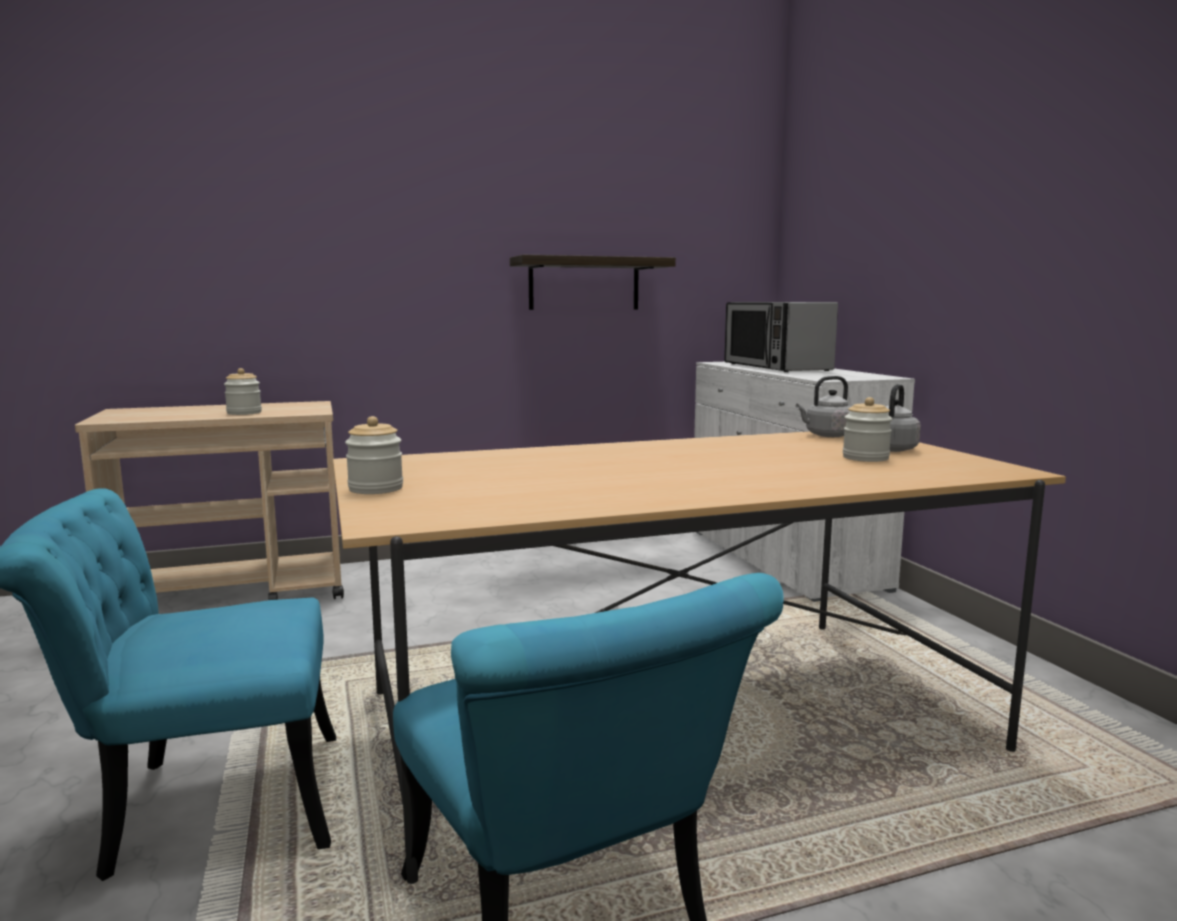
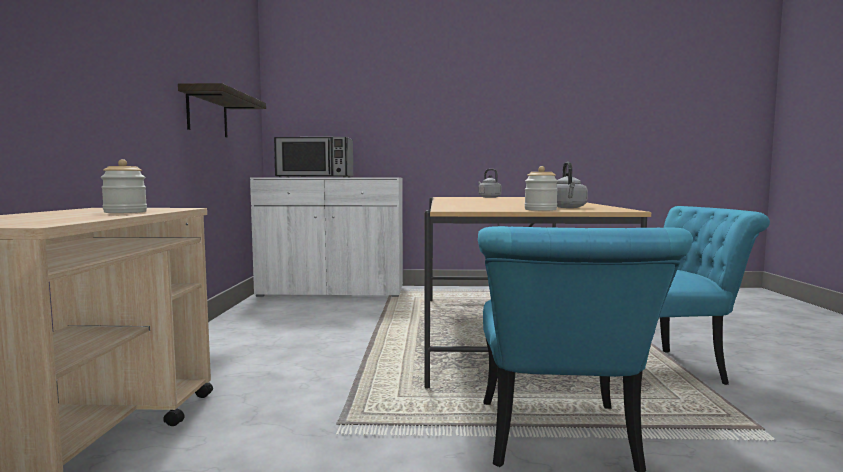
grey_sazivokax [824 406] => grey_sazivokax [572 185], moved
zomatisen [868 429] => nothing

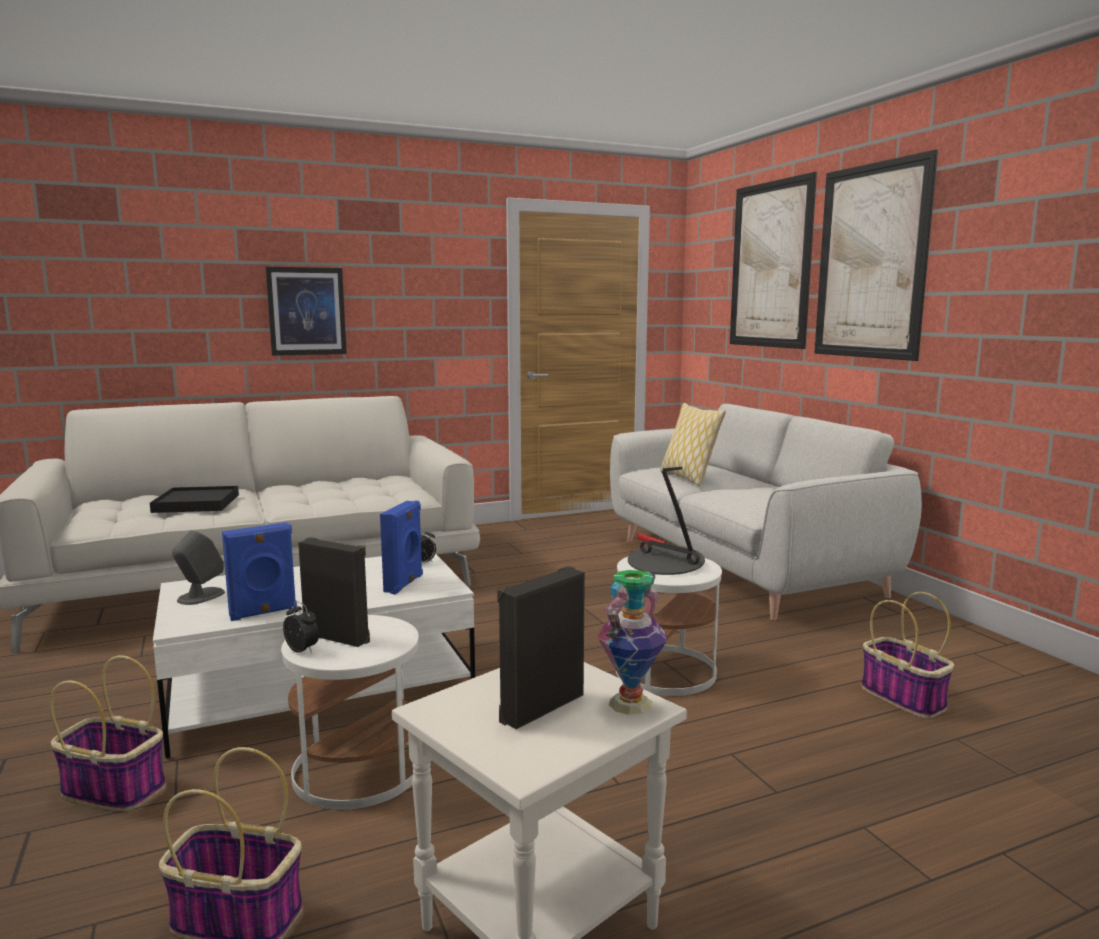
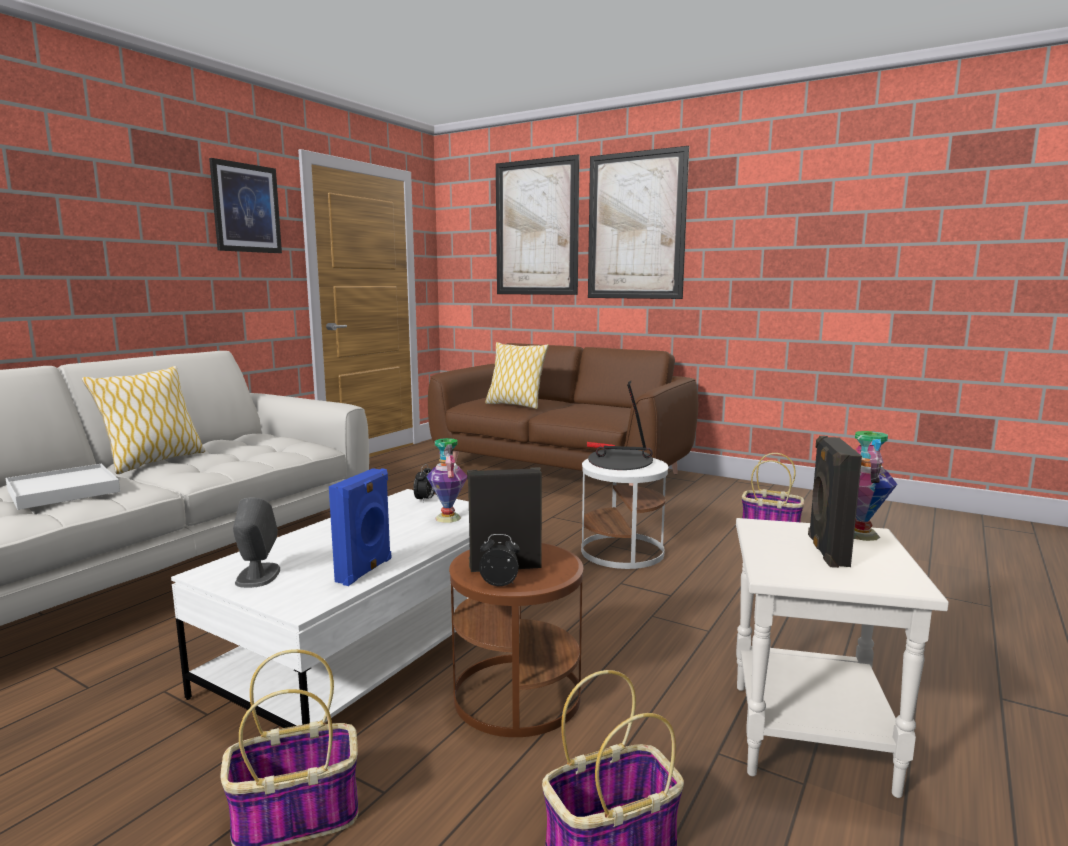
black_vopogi [194 499] => white_vopogi [63 487]
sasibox [306 311] => sasibox [245 205], moved
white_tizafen [350 712] => brown_tizafen [516 640]
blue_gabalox [401 547] => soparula [446 480]
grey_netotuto [766 512] => brown_netotuto [563 414]
nothing => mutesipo [143 420]

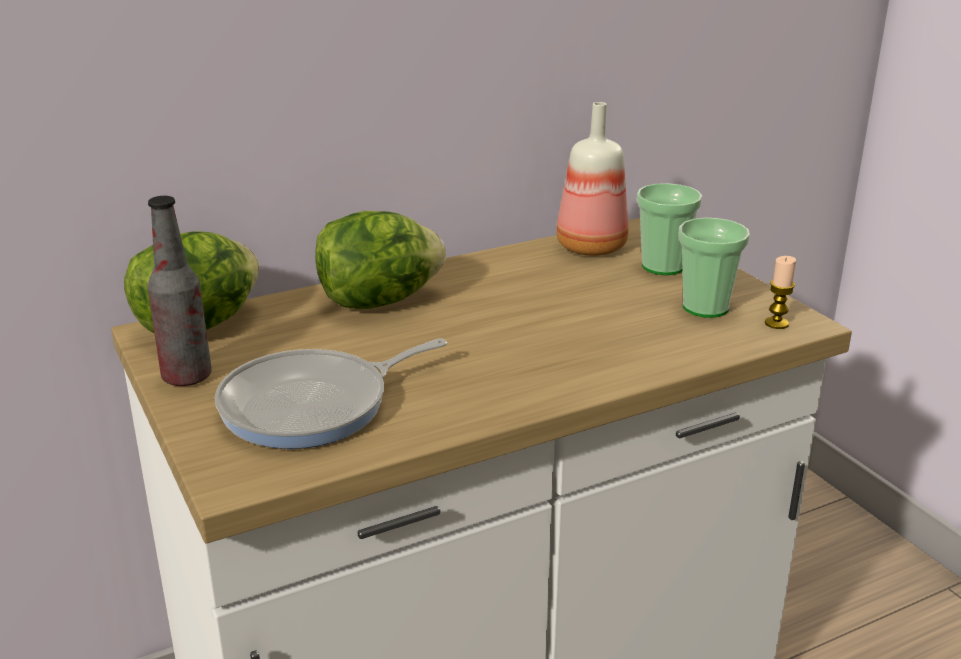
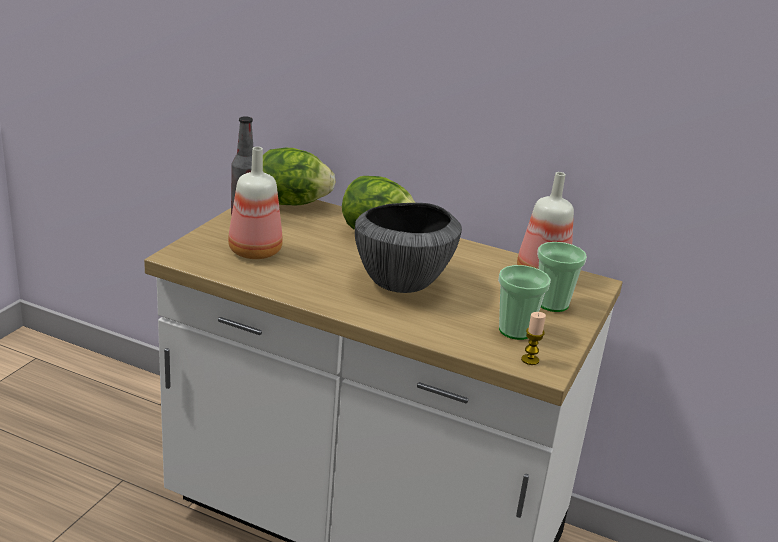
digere [331 394] => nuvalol [255 203]
nothing => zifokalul [408 248]

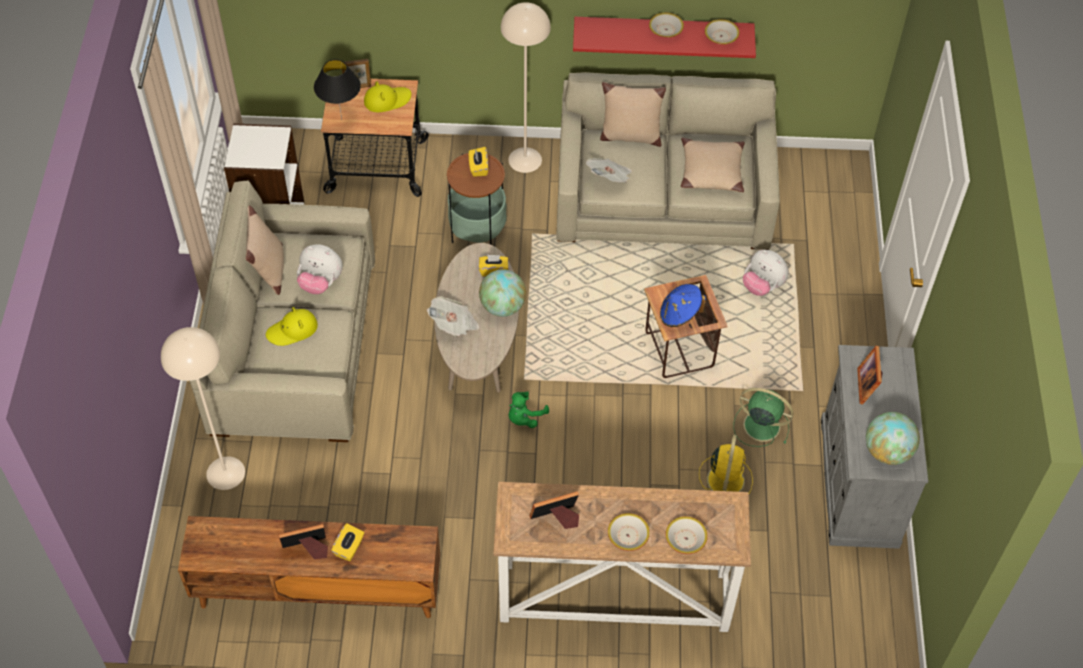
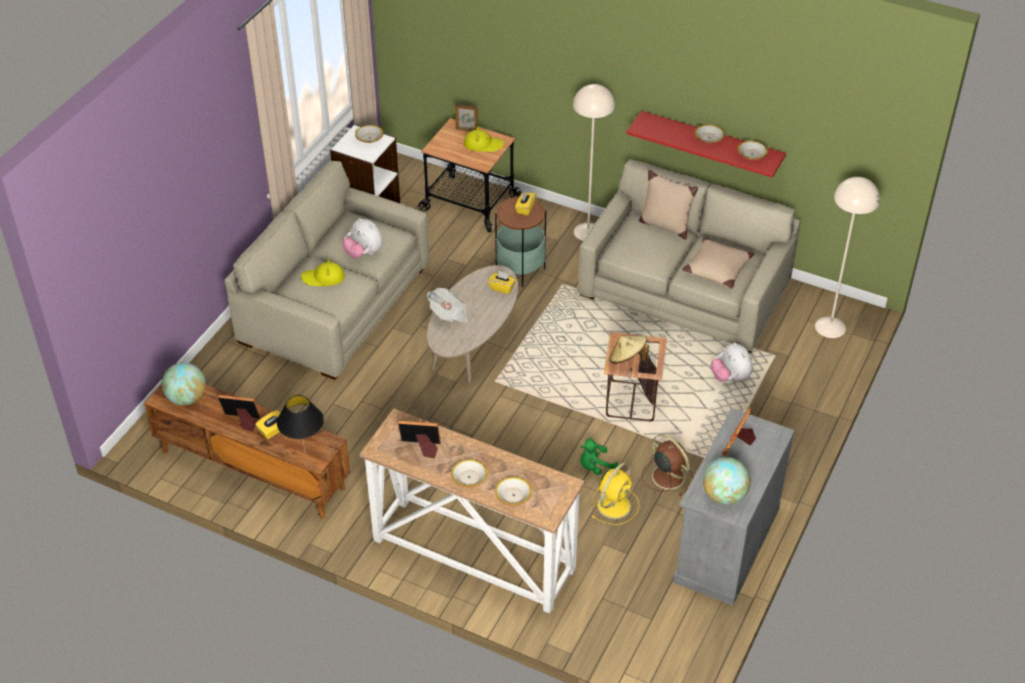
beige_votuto [203 408] => beige_votuto [847 257], moved
beige_mutesipo [264 250] => nothing
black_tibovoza [337 89] => black_tibovoza [300 423], moved
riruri [502 293] => riruri [184 383], moved
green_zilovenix [529 409] => green_zilovenix [599 456], moved
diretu [609 170] => nothing
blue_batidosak [683 305] => beige_batidosak [629 349]
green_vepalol [763 417] => brown_vepalol [667 465]
nothing => zifokalul [369 134]

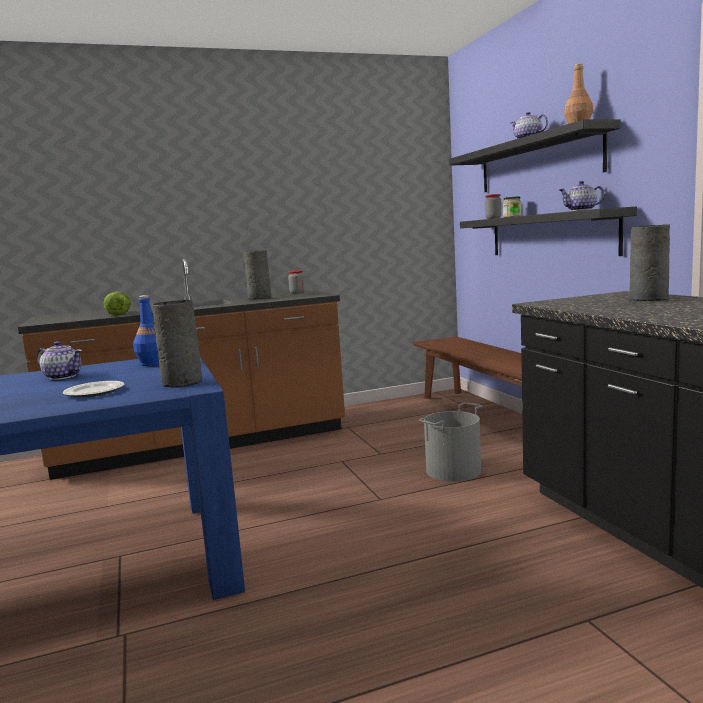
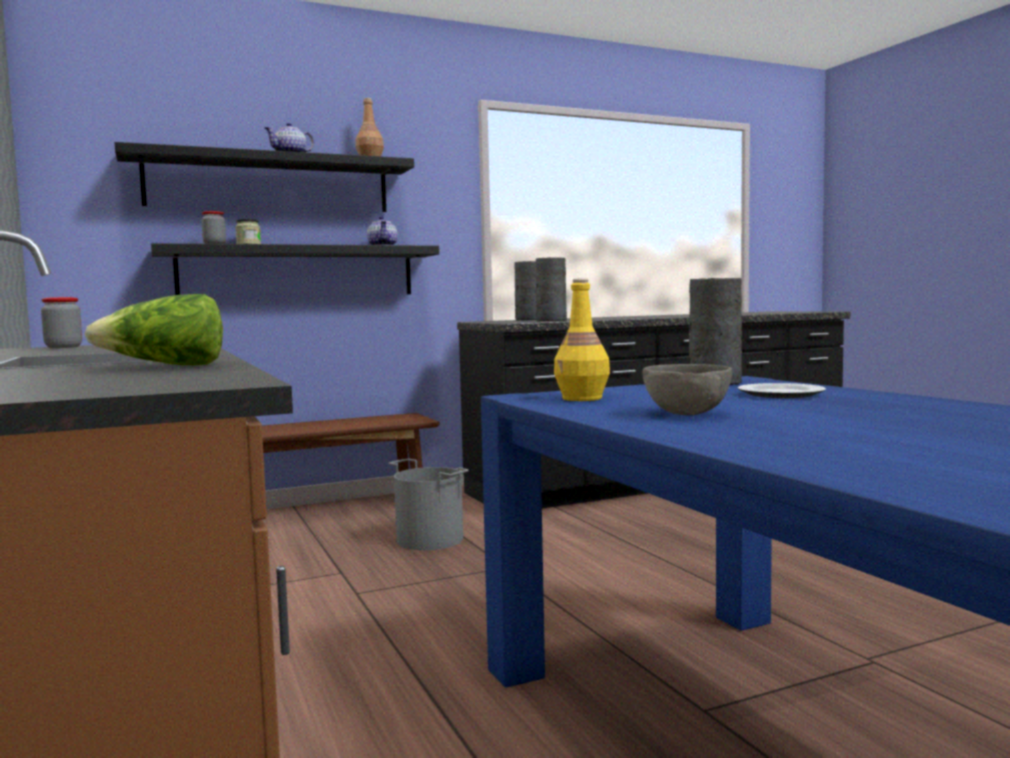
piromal [59 360] => grey_zifokalul [687 389]
blue_nuvalol [146 330] => yellow_nuvalol [582 339]
grey_soparula [257 275] => grey_soparula [551 289], moved

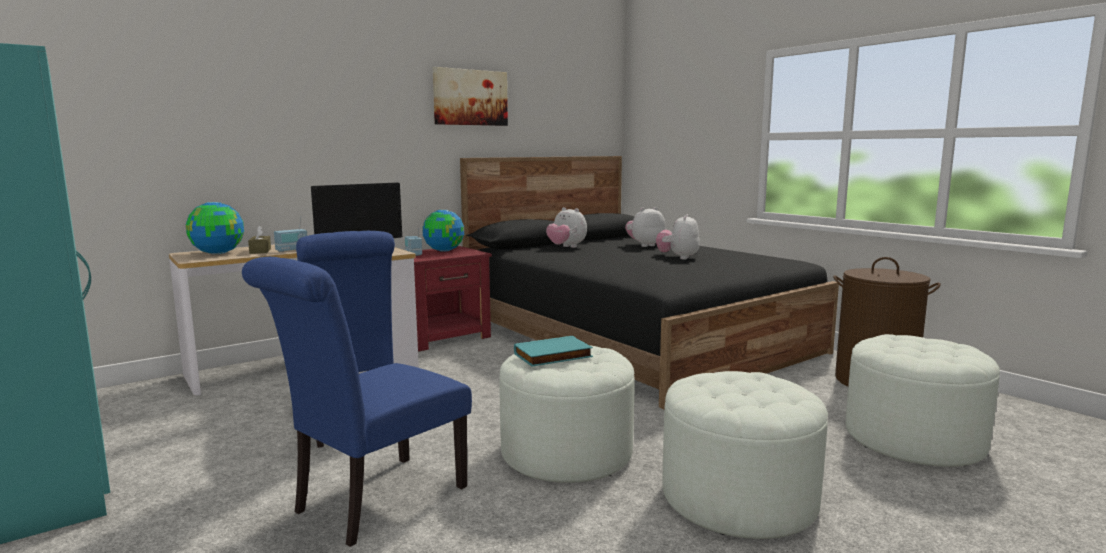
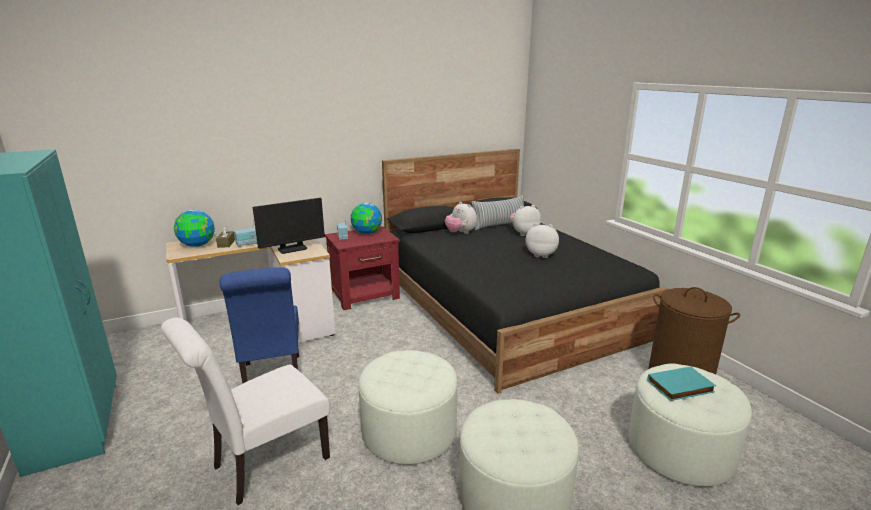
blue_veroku [357 402] => white_veroku [245 411]
sasibox [470 96] => nothing
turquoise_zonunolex [553 351] => turquoise_zonunolex [681 383], moved
zilovenix [678 237] => zilovenix [542 240], 75 degrees clockwise
nothing => mutesipo [497 212]

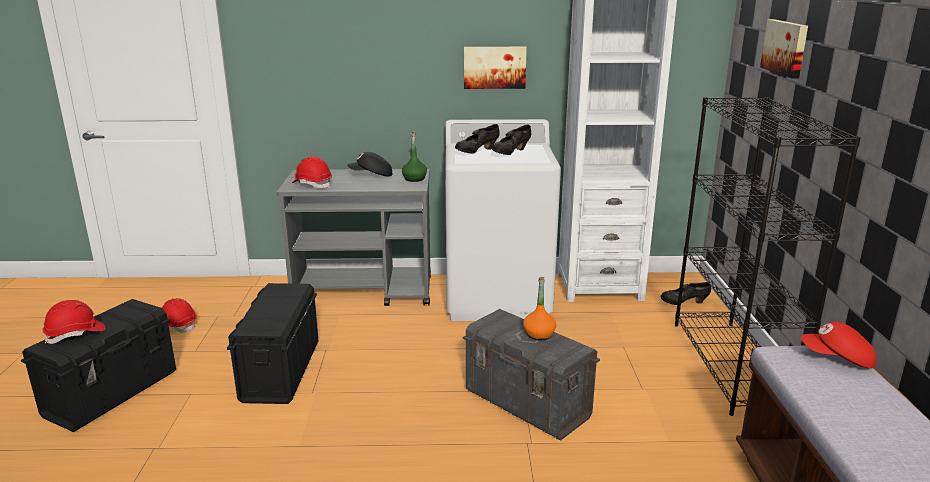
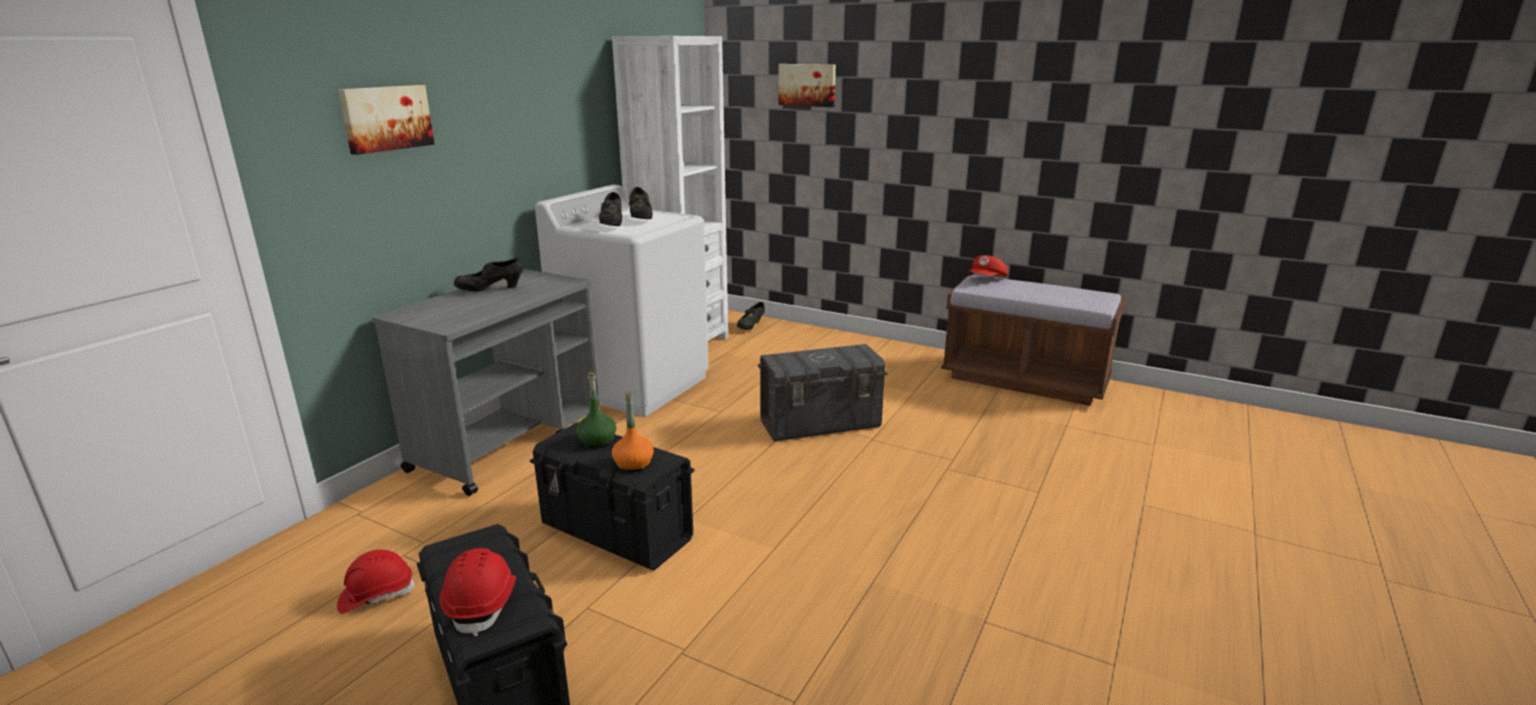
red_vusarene [312 172] => nothing
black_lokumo [369 164] => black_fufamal [488 275]
green_nuvalol [414 156] => green_nuvalol [596 410], moved
sasibox [495 68] => sasibox [386 120], moved
orange_nuvalol [539 308] => orange_nuvalol [633 432], moved
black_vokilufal [768 256] => nothing

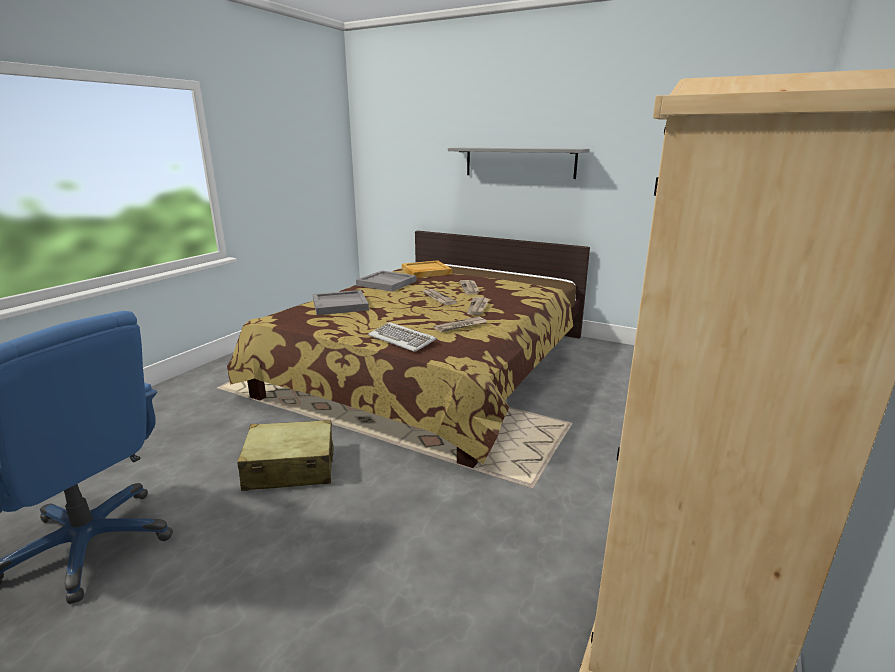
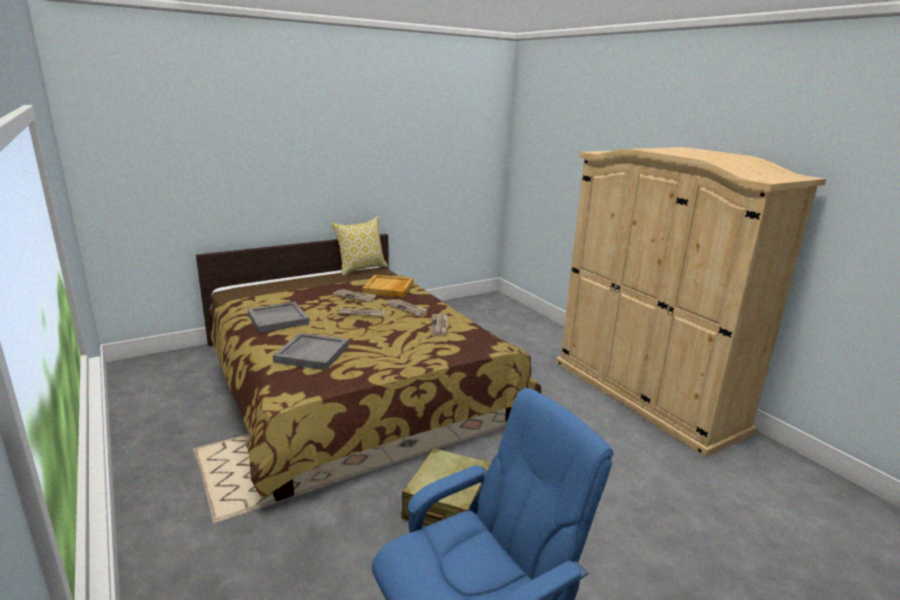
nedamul [402 337] => nothing
beige_vopogi [427 269] => beige_vopogi [387 286], moved
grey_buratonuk [518 163] => nothing
nothing => mutesipo [360 246]

